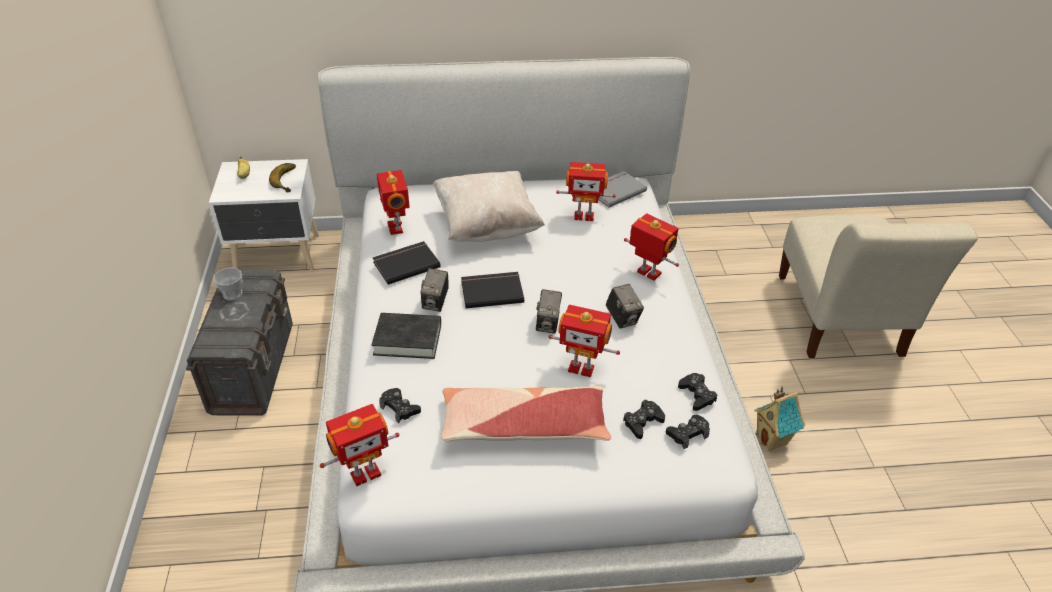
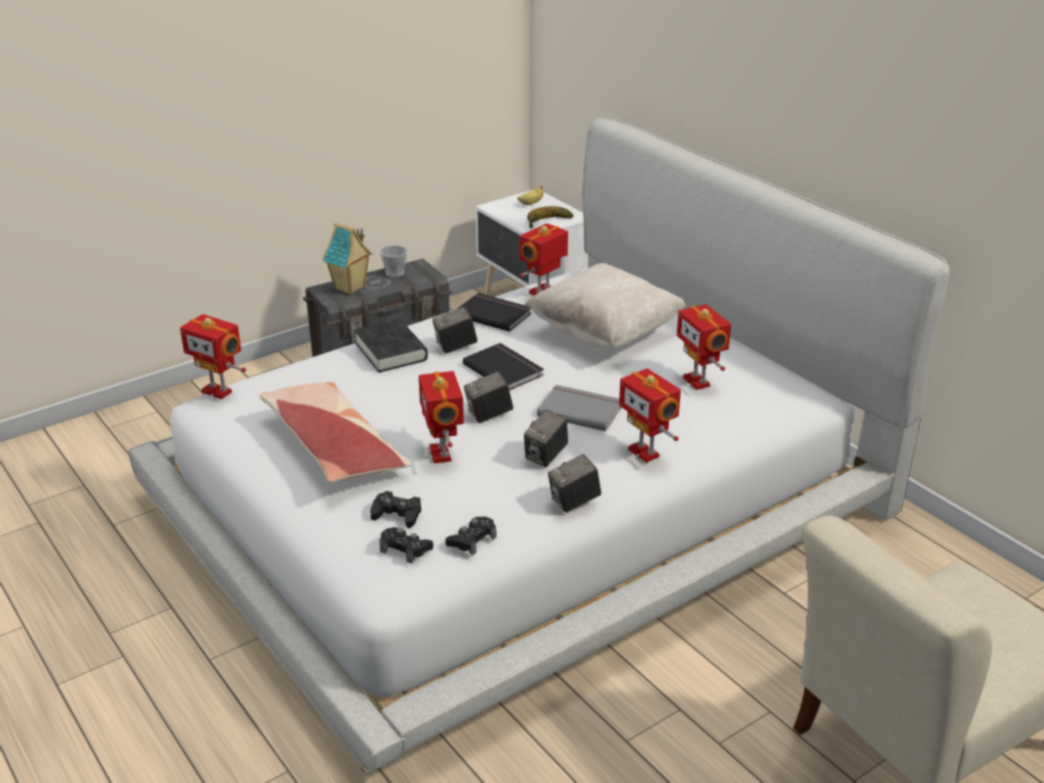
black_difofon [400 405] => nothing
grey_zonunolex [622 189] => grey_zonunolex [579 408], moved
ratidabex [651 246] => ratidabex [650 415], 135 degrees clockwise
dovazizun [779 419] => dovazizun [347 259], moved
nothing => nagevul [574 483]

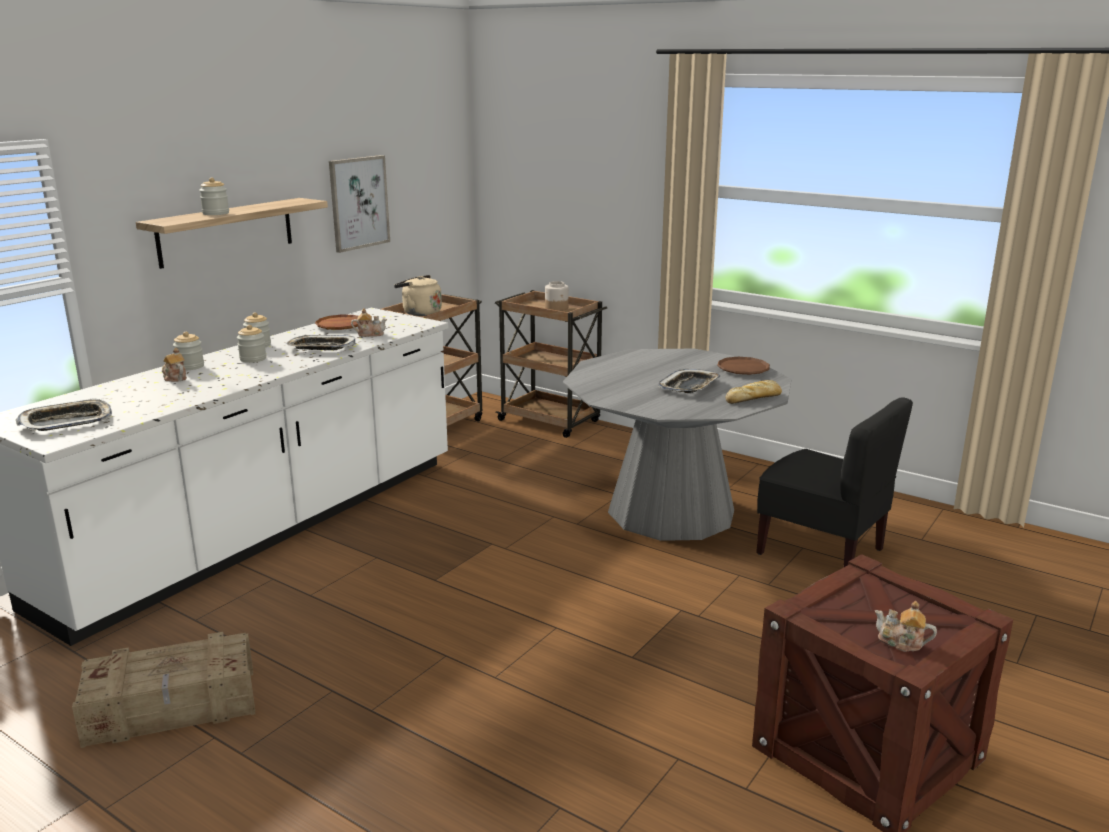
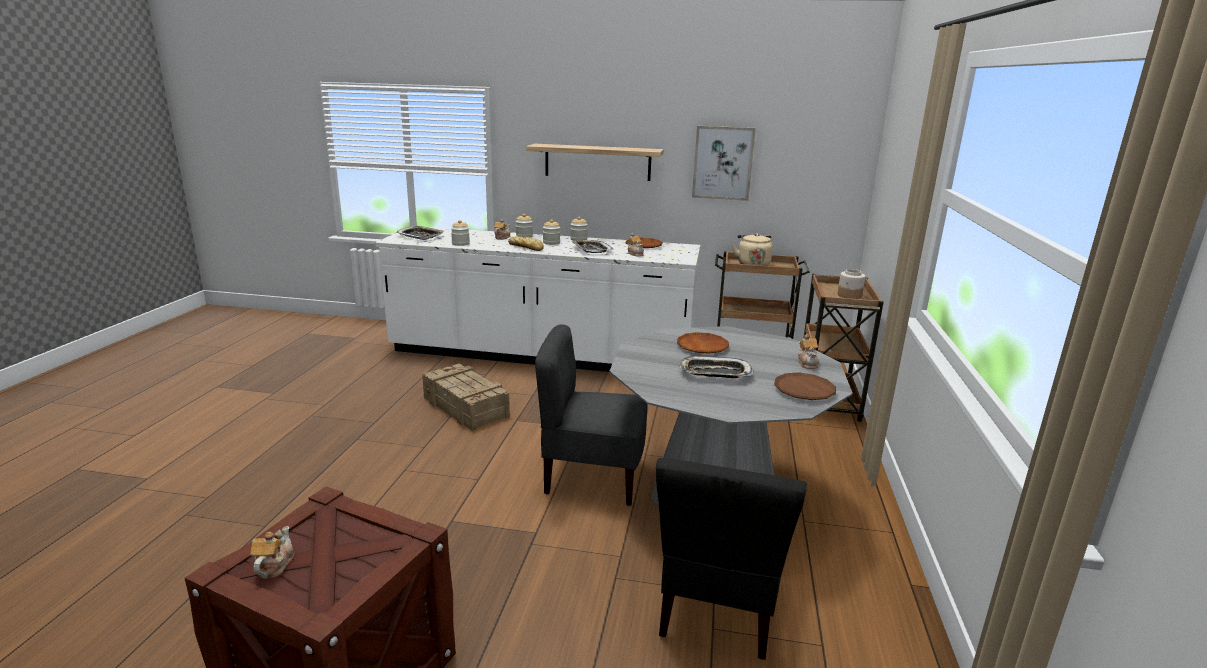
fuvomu [163 690] => fuvomu [466 397], moved
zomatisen [214 196] => zomatisen [460 233], moved
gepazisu [754 392] => gepazisu [526 243], moved
nothing => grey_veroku [591 415]
nothing => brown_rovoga [703 343]
nothing => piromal [808 351]

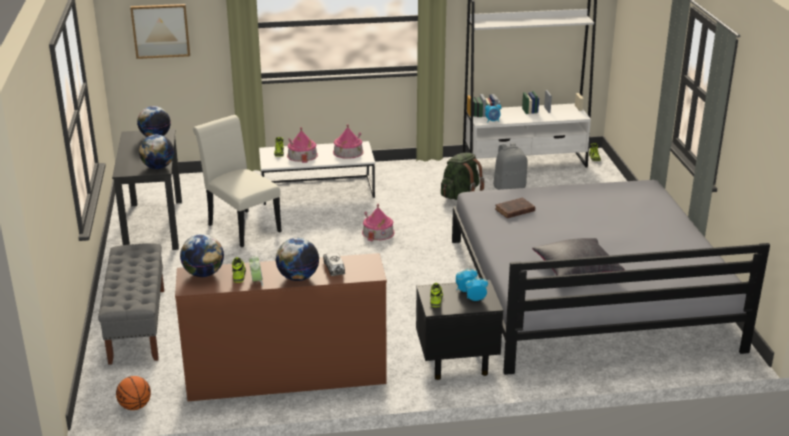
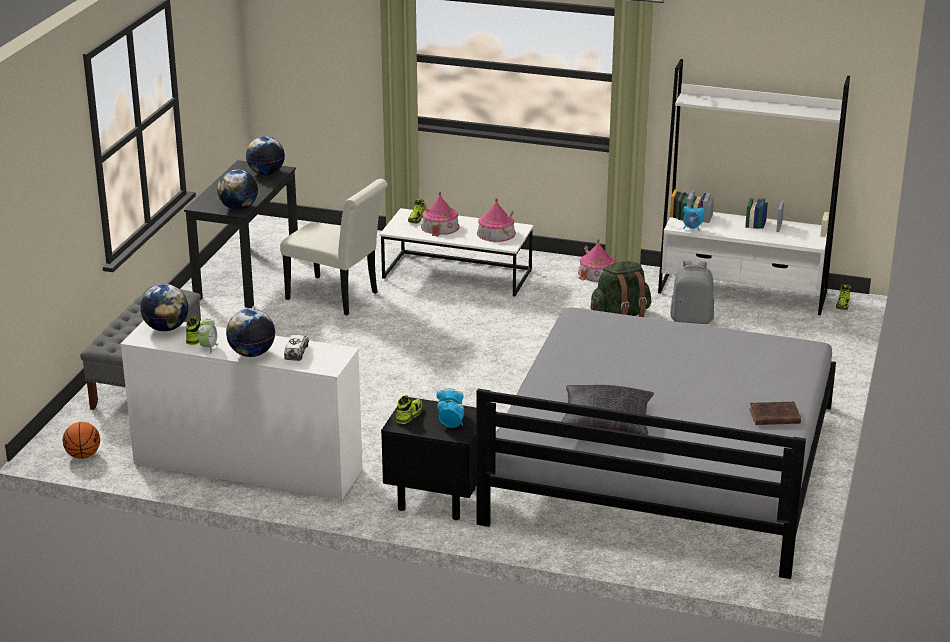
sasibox [160 31] => nothing
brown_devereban [281 327] => white_devereban [241 410]
white_veroku [237 181] => white_veroku [334 247], 135 degrees clockwise
dovazizun [378 222] => dovazizun [596 260], moved
brown_zonunolex [515 208] => brown_zonunolex [775 413], moved

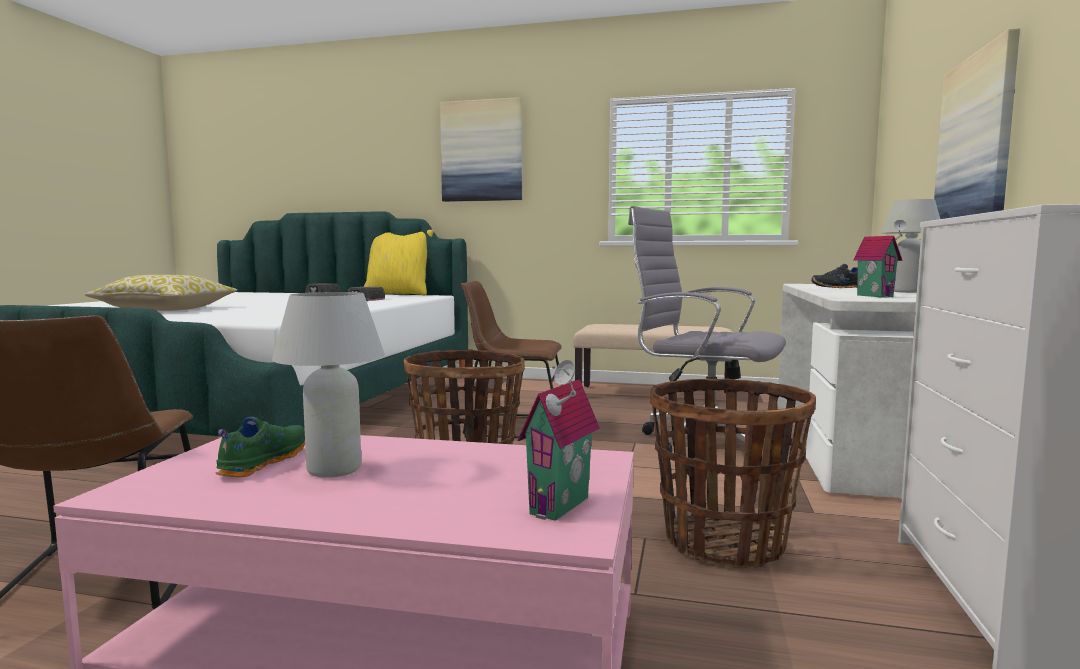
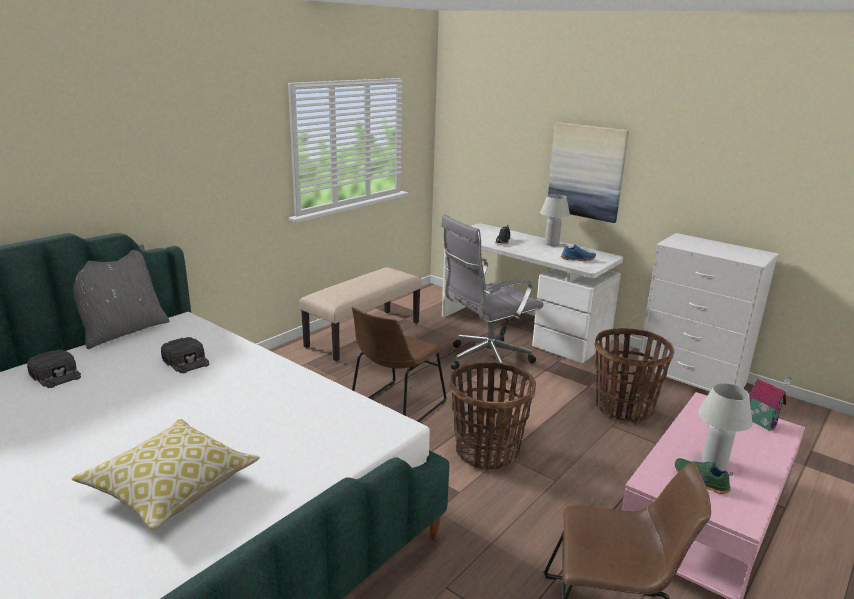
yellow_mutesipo [399 262] => grey_mutesipo [121 296]
sasibox [481 149] => nothing
dovazizun [880 259] => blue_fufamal [578 252]

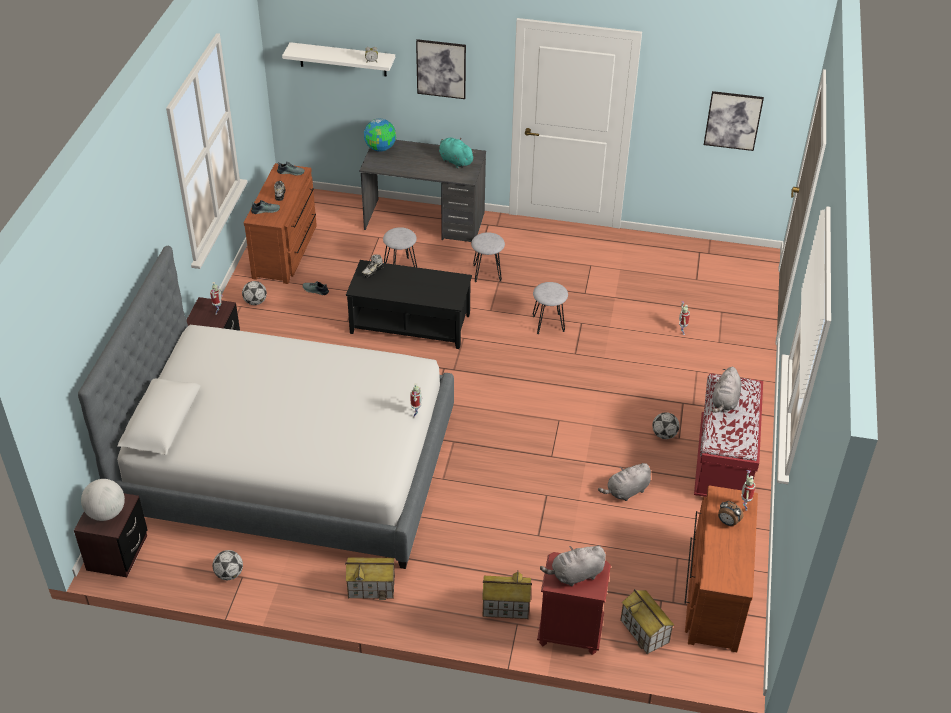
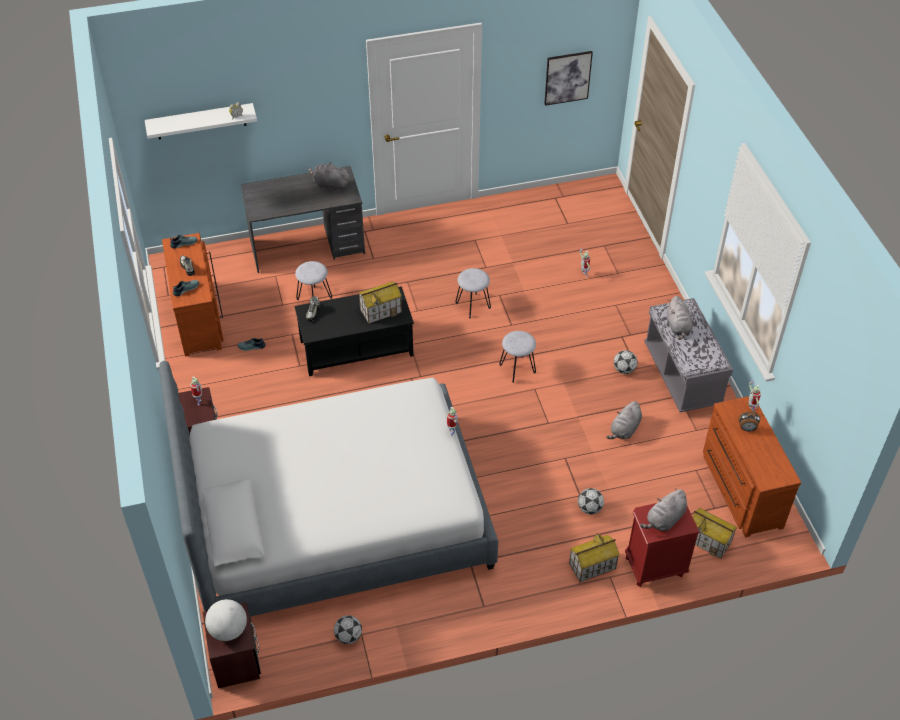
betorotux [254 293] => betorotux [591 501], moved
dovazizun [370 578] => dovazizun [380 302], moved
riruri [380 135] => nothing
sasibox [441 69] => nothing
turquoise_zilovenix [457 153] => grey_zilovenix [329 176]
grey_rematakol [488 257] => grey_rematakol [517 357], moved
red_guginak [728 435] => grey_guginak [688 355]

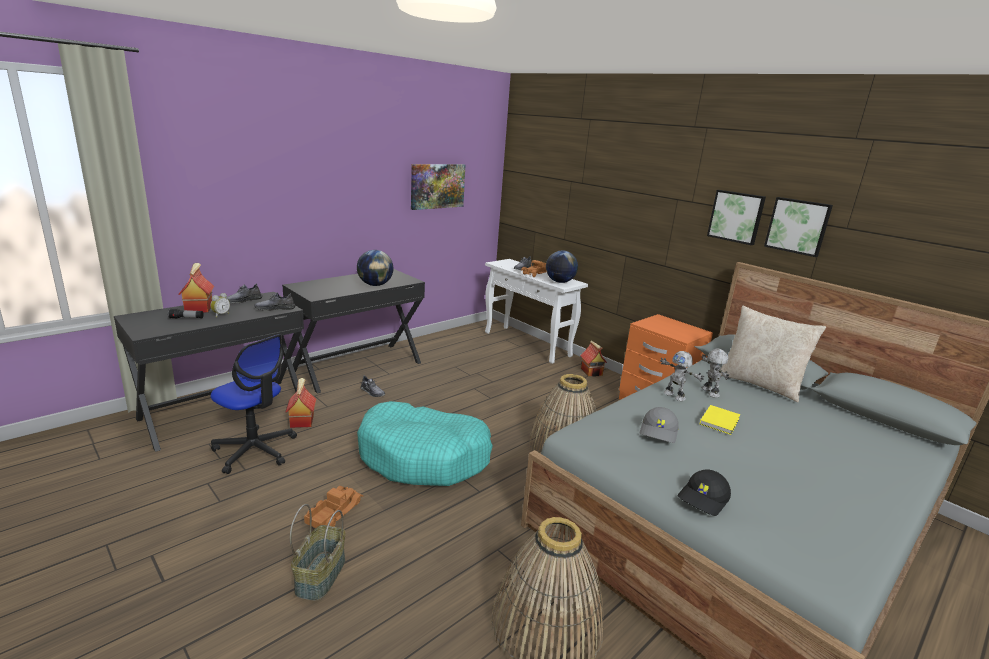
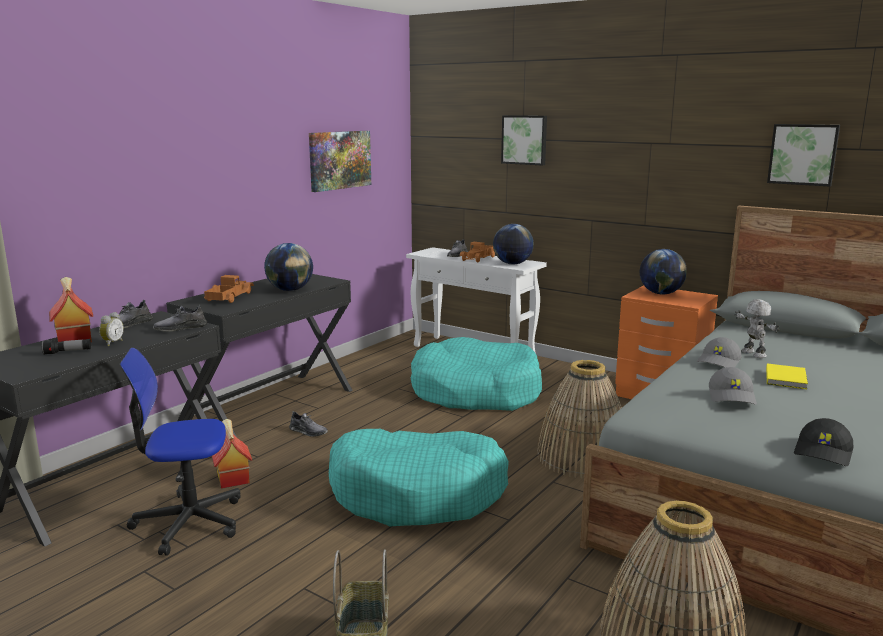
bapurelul [254 404] => bapurelul [180 452], 150 degrees clockwise
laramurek [333 507] => laramurek [229 289], moved
dovazizun [593 359] => nothing
ratidabex [682 376] => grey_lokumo [719 352]
sasibox [736 217] => sasibox [524 140], moved
beige_mutesipo [773 354] => nothing
nothing => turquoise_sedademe [476 374]
nothing => riruri [663 272]

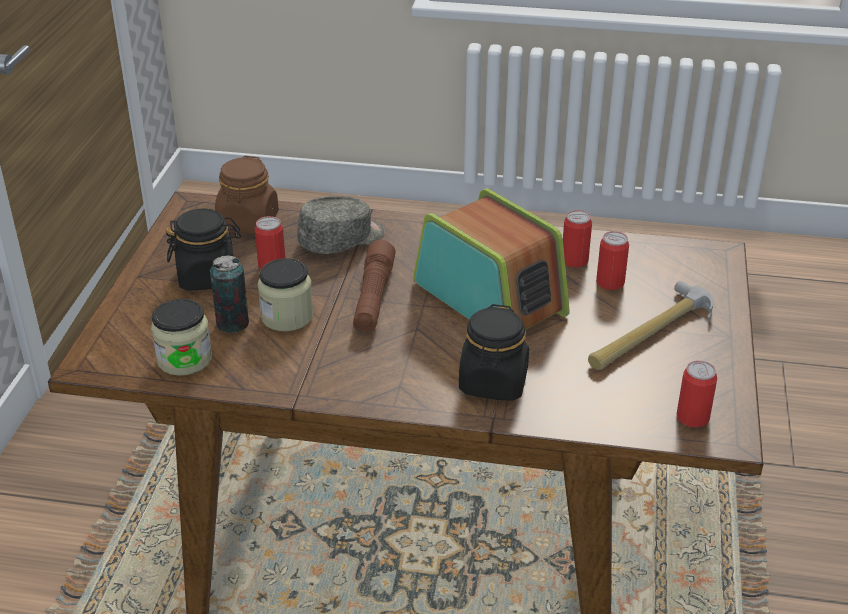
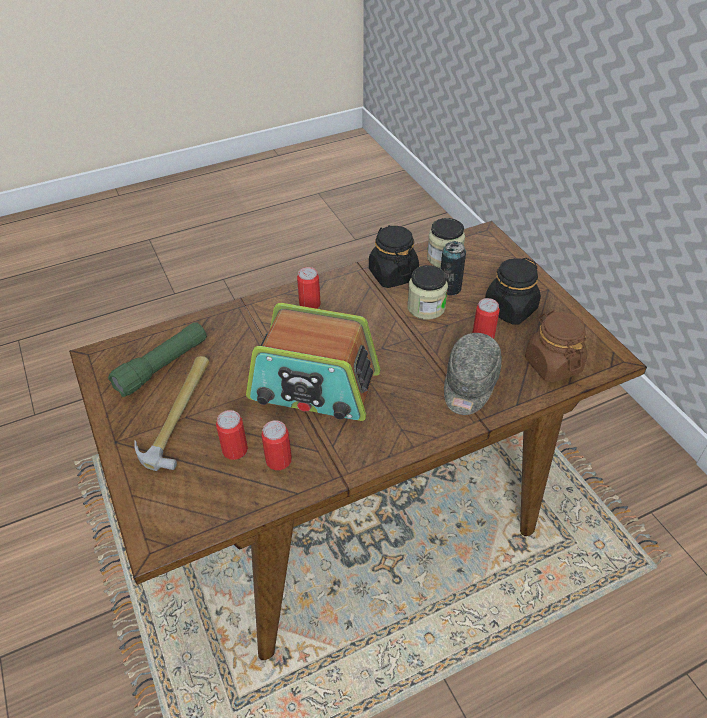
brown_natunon [374 285] => nothing
black_zomatisen [494 352] => black_zomatisen [394 256], moved
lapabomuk [697 394] => lapabomuk [309 288], moved
nothing => green_natunon [157 359]

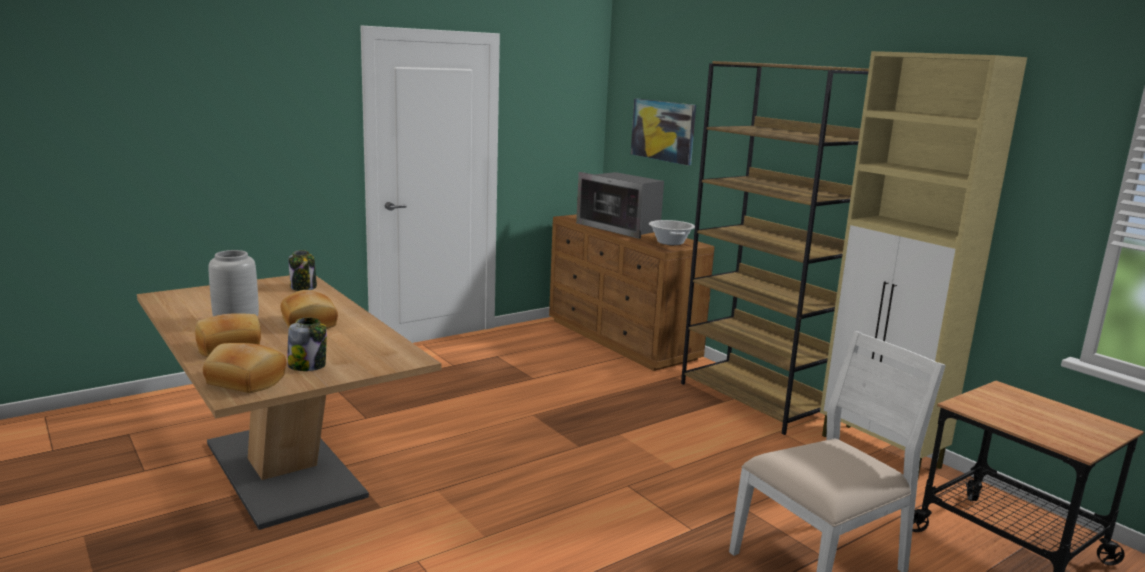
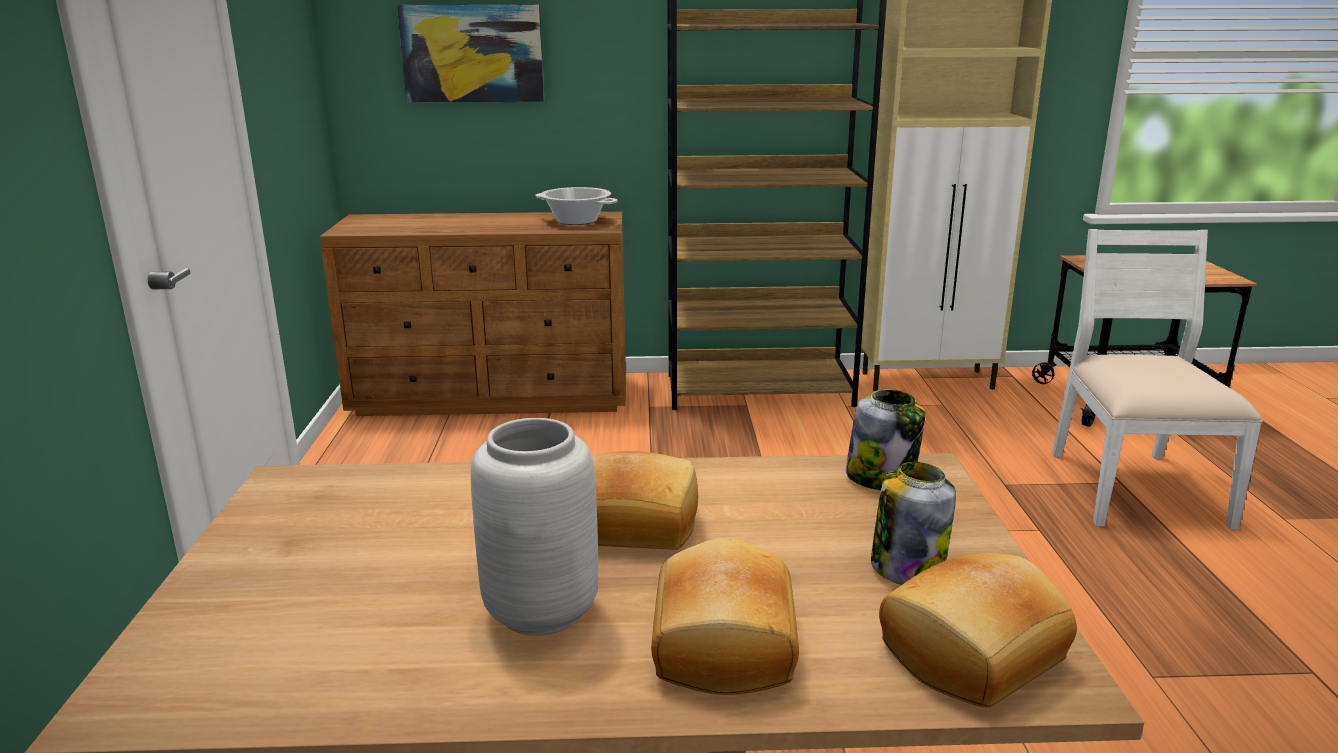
zomatisen [302 270] => zomatisen [886 439], moved
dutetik [620 205] => nothing

